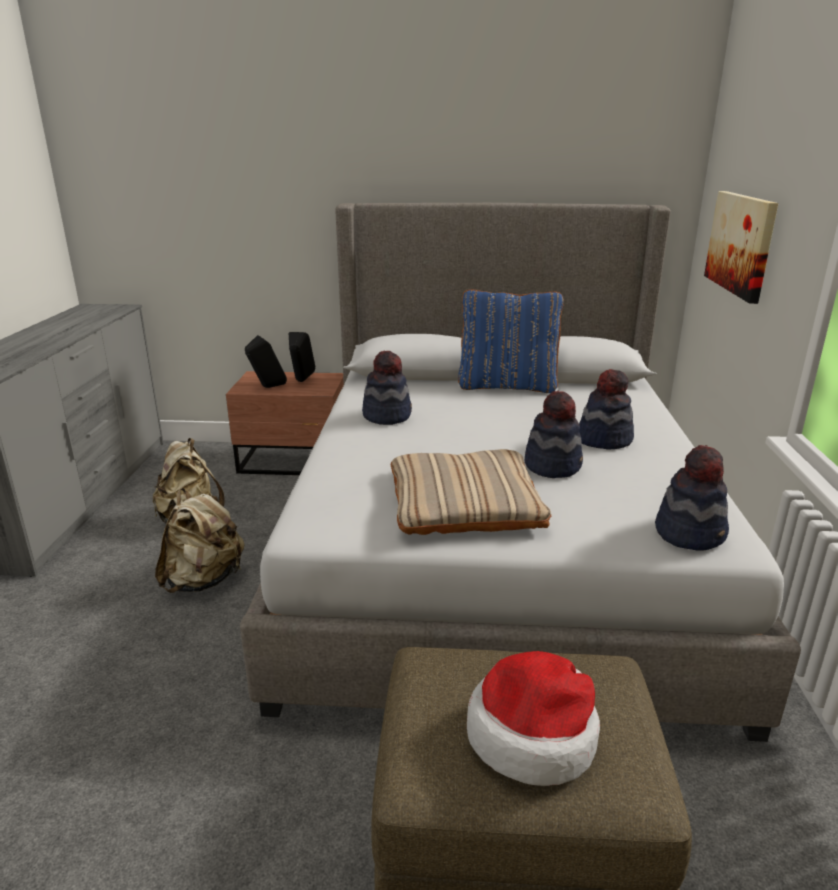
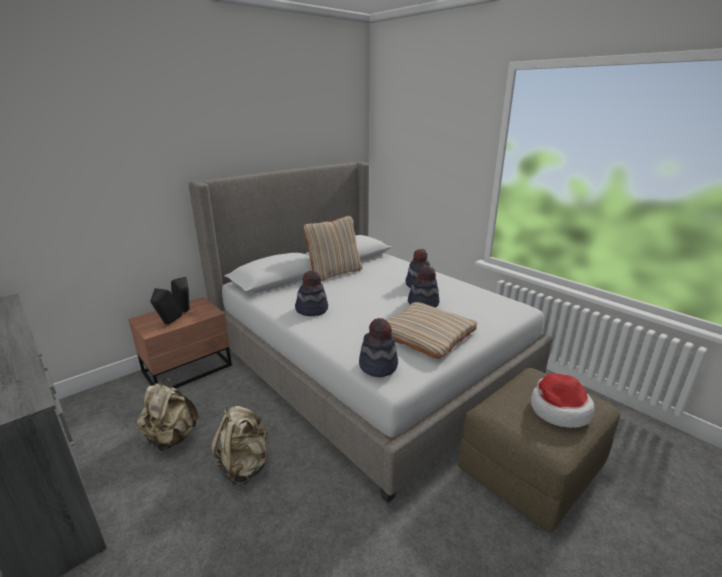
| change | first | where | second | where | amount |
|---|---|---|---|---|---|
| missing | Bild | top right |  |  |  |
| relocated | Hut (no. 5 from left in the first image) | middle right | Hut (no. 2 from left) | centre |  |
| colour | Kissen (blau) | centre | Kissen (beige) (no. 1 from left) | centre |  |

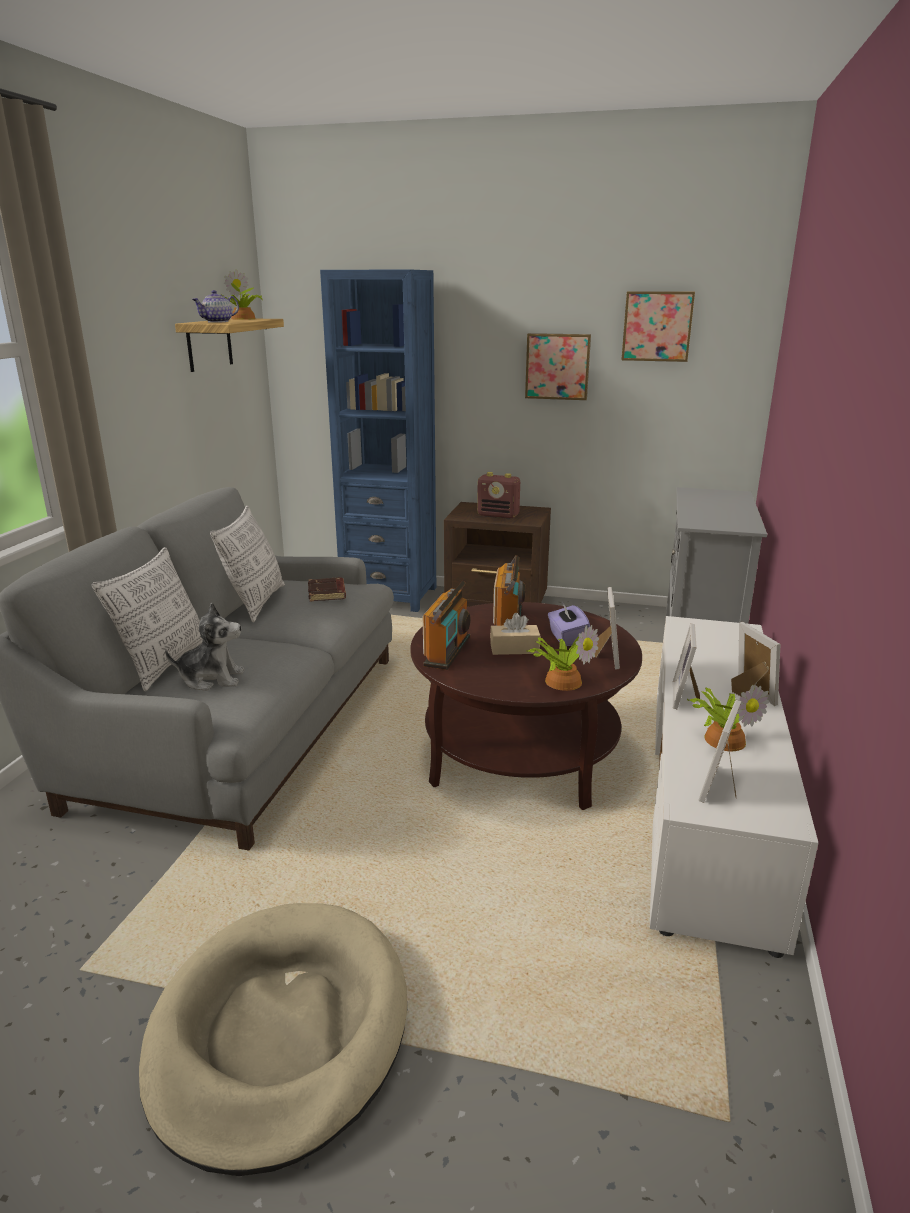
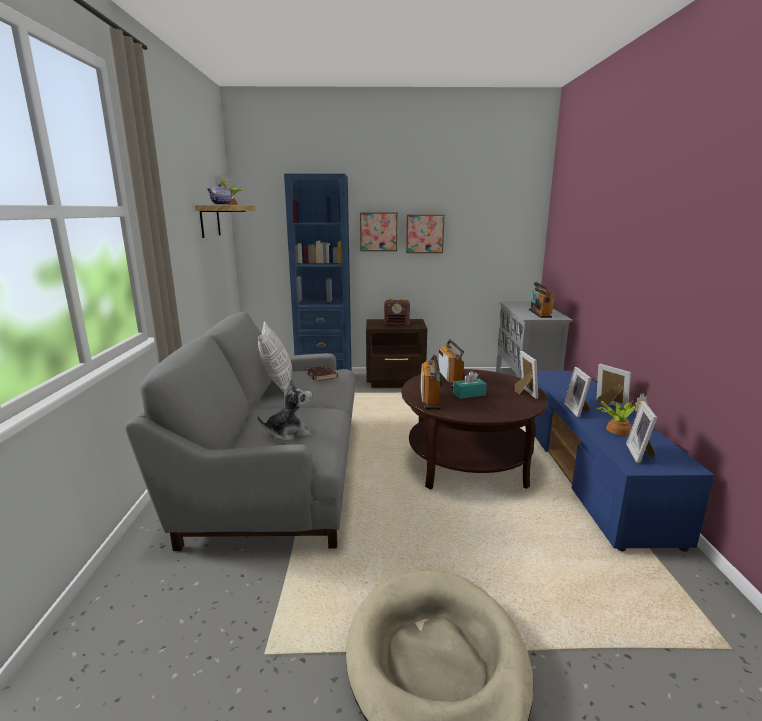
| change | first | where | second | where | amount |
|---|---|---|---|---|---|
| missing | Kissen (no. 1 from left) | middle left |  |  |  |
| missing | Topfpflanze (no. 2 from left) | centre |  |  |  |
| missing | Taschentuchbox (lila) | centre |  |  |  |
| appeared |  |  | Radio (no. 4 from left) | middle right |  |
| relocated | Bild (no. 2 from left in the first image) | top right | Bild (no. 1 from left) | top centre |  |
| colour | Taschentuchbox (beige) | centre | Taschentuchbox (türkis) | centre |  |
| colour | Fernsehschrank (weiß) | middle right | Fernsehschrank (blau) | middle right |  |

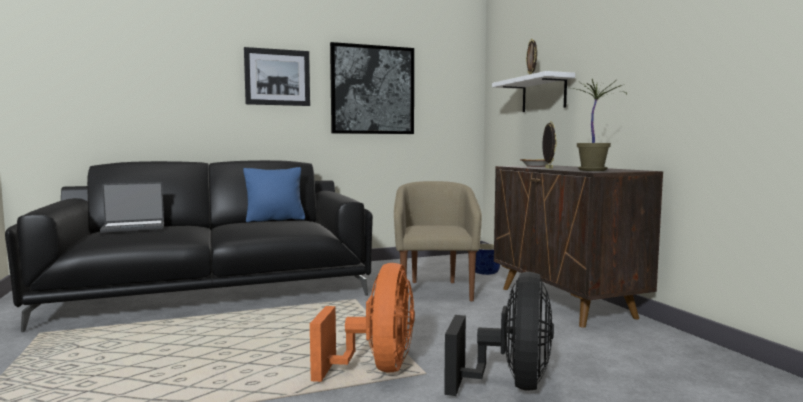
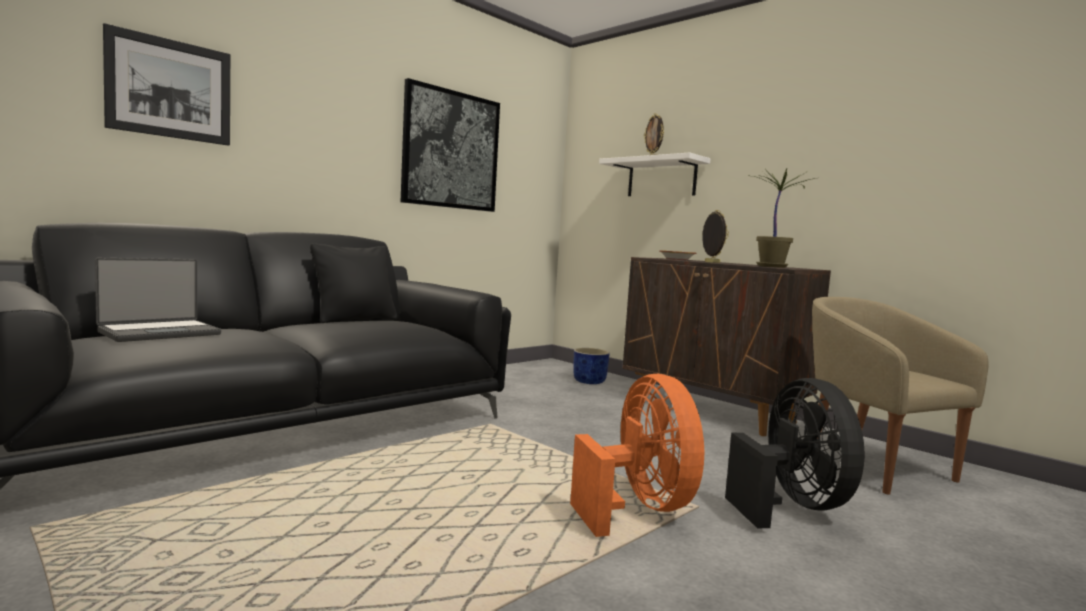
| change | first | where | second | where | amount |
|---|---|---|---|---|---|
| relocated | Bild (no. 1 from left) | top centre |  | top left |  |
| relocated | Sessel (beige) | centre |  | middle right |  |
| colour | Kissen (blau) | centre | Kissen (schwarz) | middle left |  |

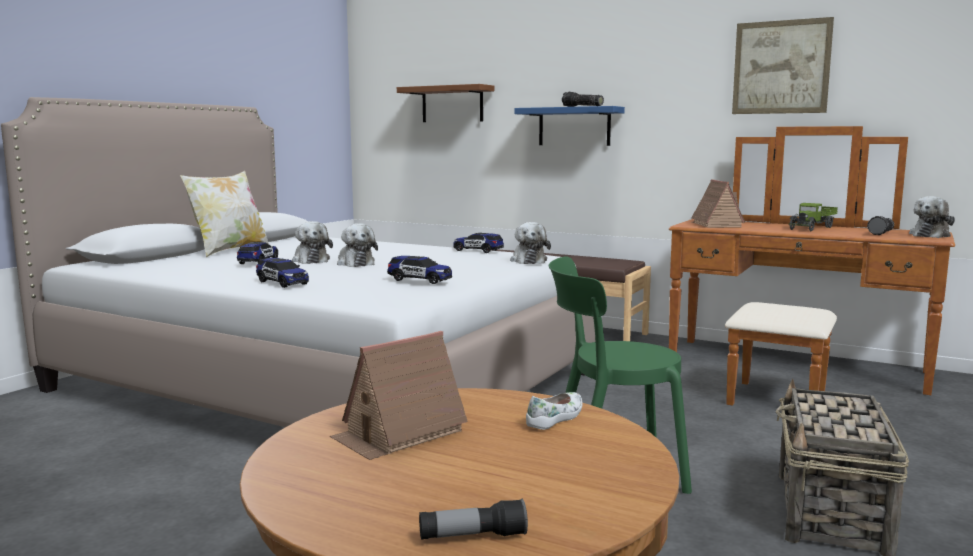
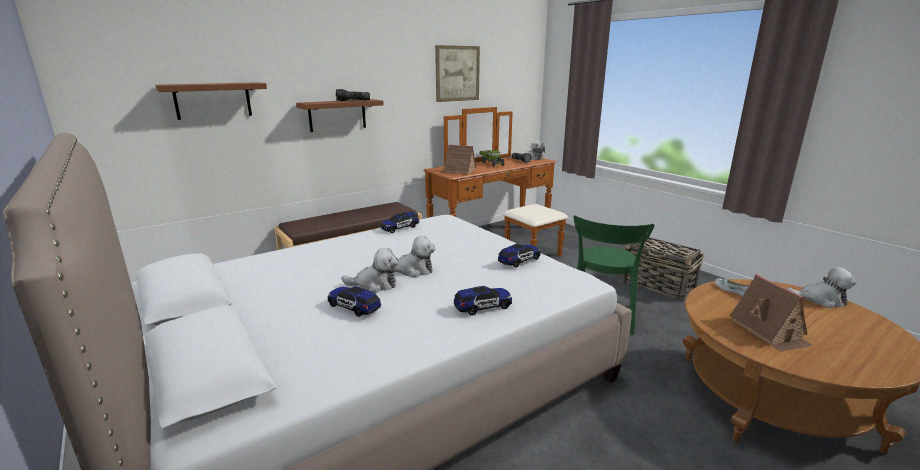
| change | first | where | second | where | amount |
|---|---|---|---|---|---|
| missing | Kissen | middle left |  |  |  |
| missing | Taschenlampe (no. 1 from left) | bottom centre |  |  |  |
| relocated | Plüschtier (no. 3 from left in the first image) | centre | Plüschtier (no. 4 from left) | middle right |  |
| colour | Wandregal (blau) | top centre | Wandregal (braun) (no. 2 from left) | top centre |  |

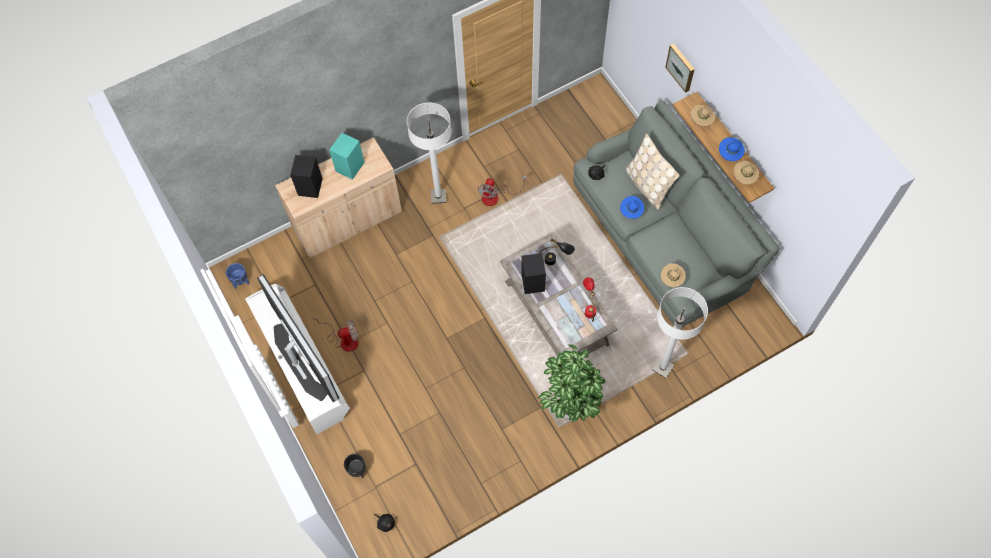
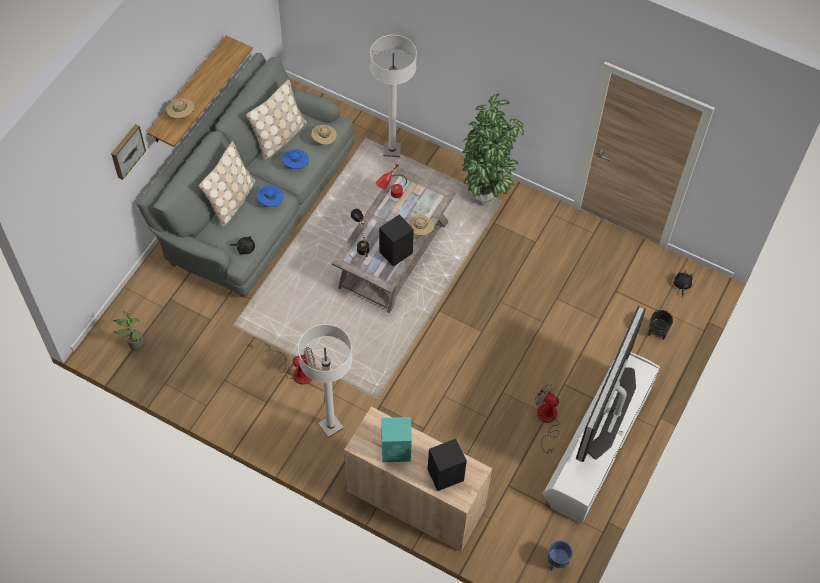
| change | first | where | second | where | amount |
|---|---|---|---|---|---|
| appeared |  |  | Topfpflanze (no. 1 from left) | middle left |  |
| appeared |  |  | Kissen (beige) (no. 2 from left) | top centre |  |
| relocated | Hut (blau) (no. 2 from left) | top right |  | top centre |  |
| relocated | Hut (beige) (no. 3 from left) | top right |  | centre |  |

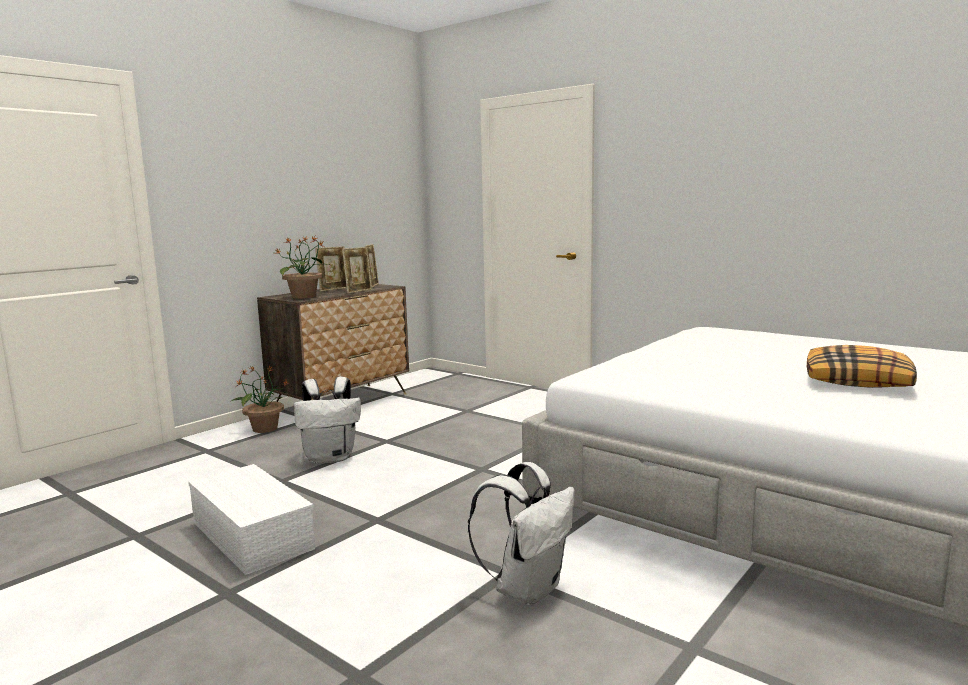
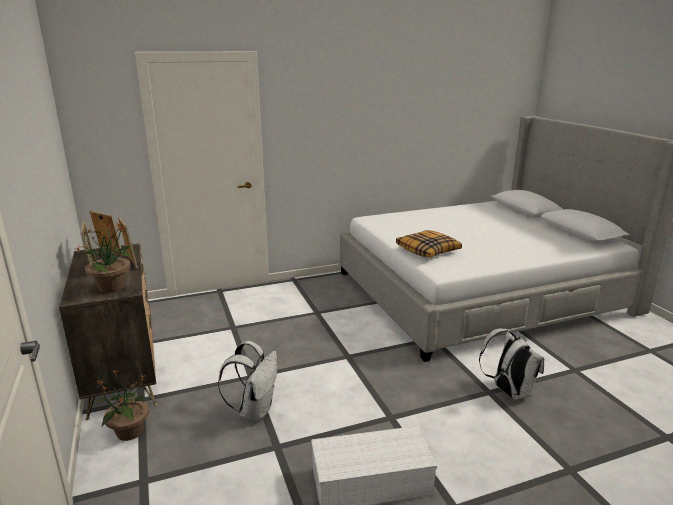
| change | first | where | second | where | amount |
|---|---|---|---|---|---|
| relocated | Kissen | middle right |  | centre |  |

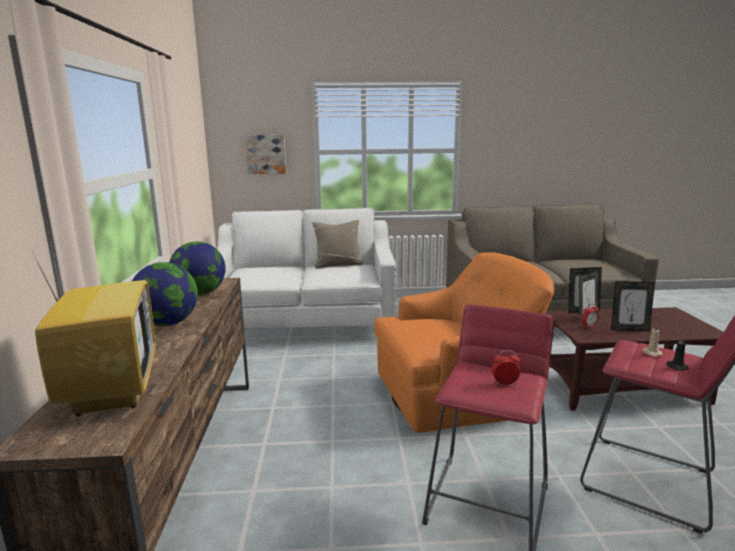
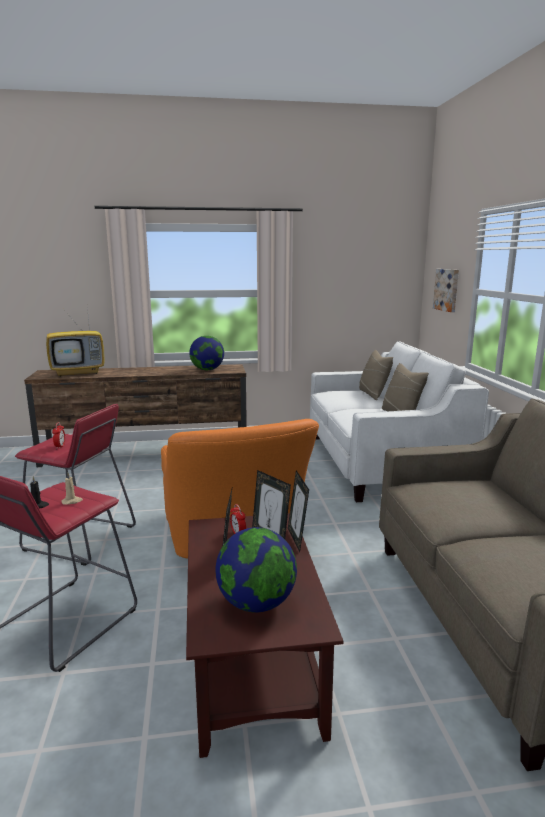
| change | first | where | second | where | amount |
|---|---|---|---|---|---|
| appeared |  |  | Kissen (beige) (no. 1 from left) | middle right |  |
| relocated | Globus (no. 1 from left in the first image) | middle left | Globus (no. 2 from left) | bottom centre |  |

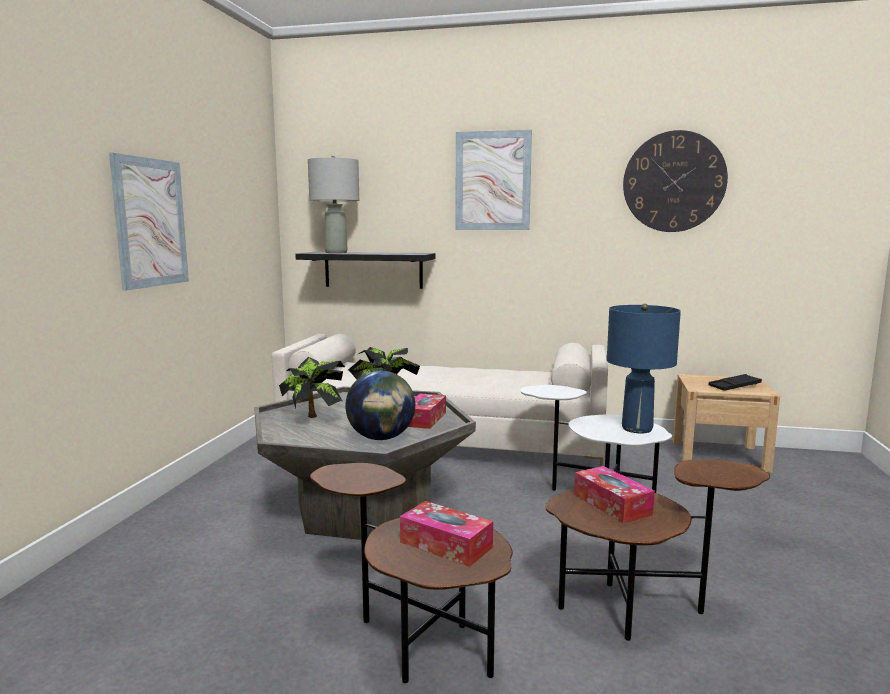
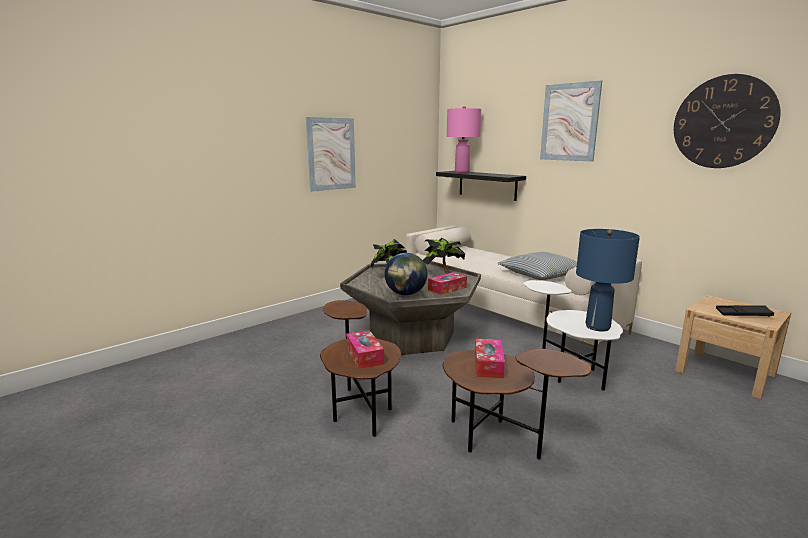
| change | first | where | second | where | amount |
|---|---|---|---|---|---|
| appeared |  |  | Kissen | centre |  |
| colour | Tischlampe (grau) | top centre | Tischlampe (rosa) | top centre |  |

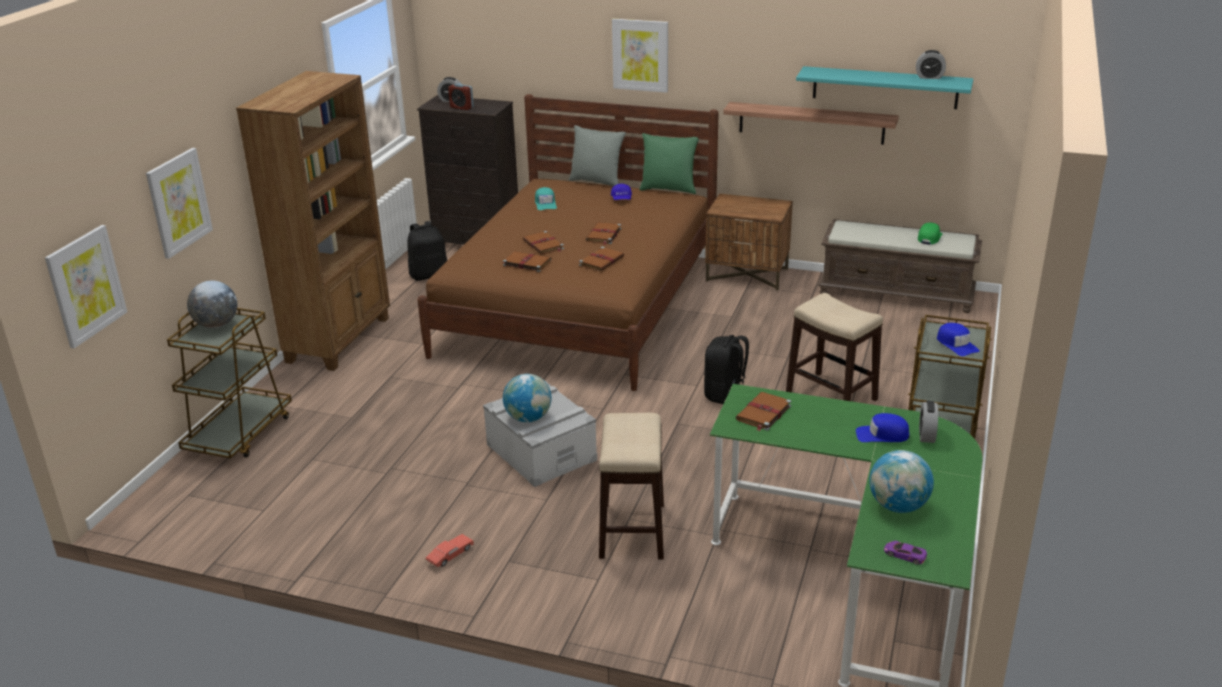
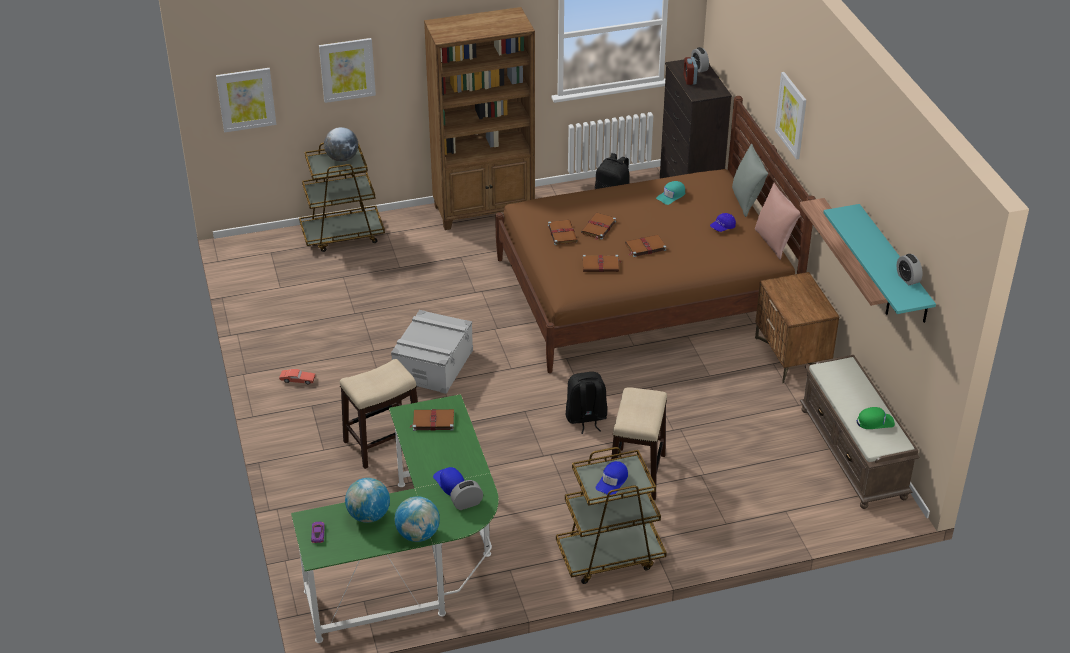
| change | first | where | second | where | amount |
|---|---|---|---|---|---|
| relocated | Globus (no. 2 from left in the first image) | centre | Globus (no. 3 from left) | bottom centre |  |
| colour | Kissen (grün) | top centre | Kissen (rosa) | middle right |  |

